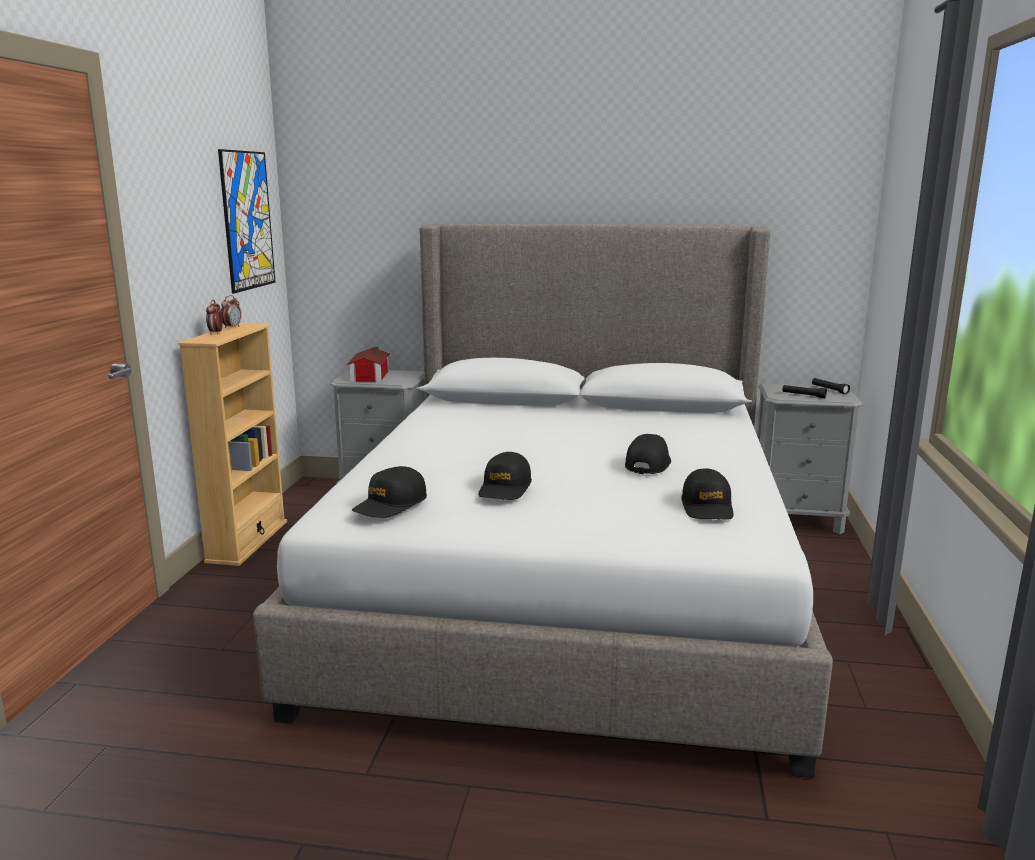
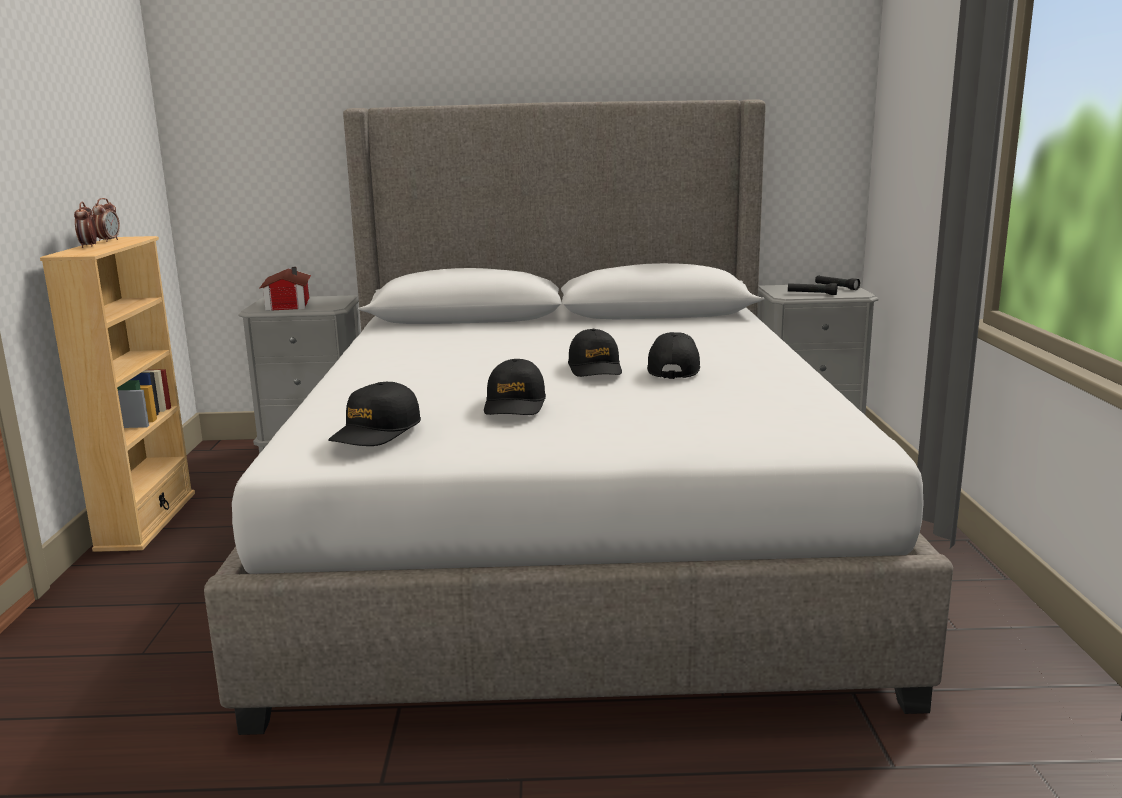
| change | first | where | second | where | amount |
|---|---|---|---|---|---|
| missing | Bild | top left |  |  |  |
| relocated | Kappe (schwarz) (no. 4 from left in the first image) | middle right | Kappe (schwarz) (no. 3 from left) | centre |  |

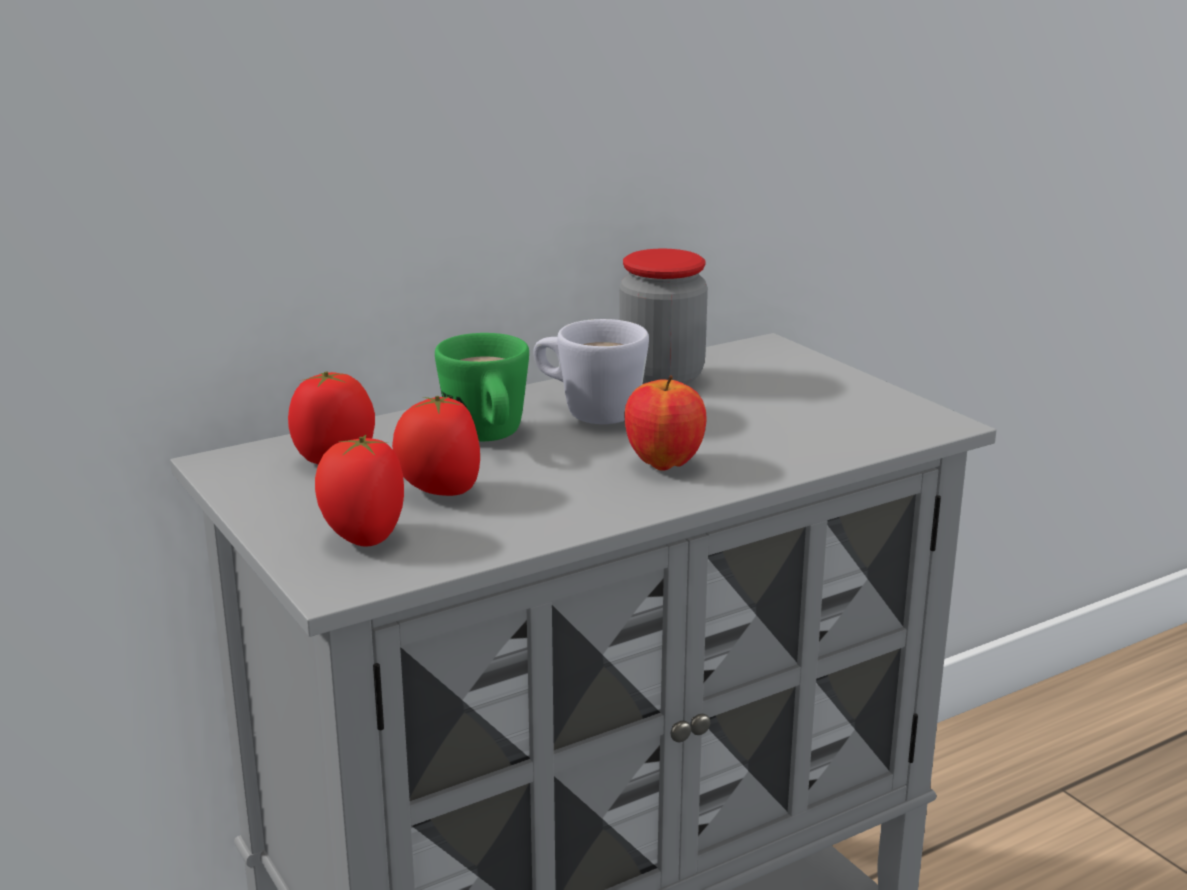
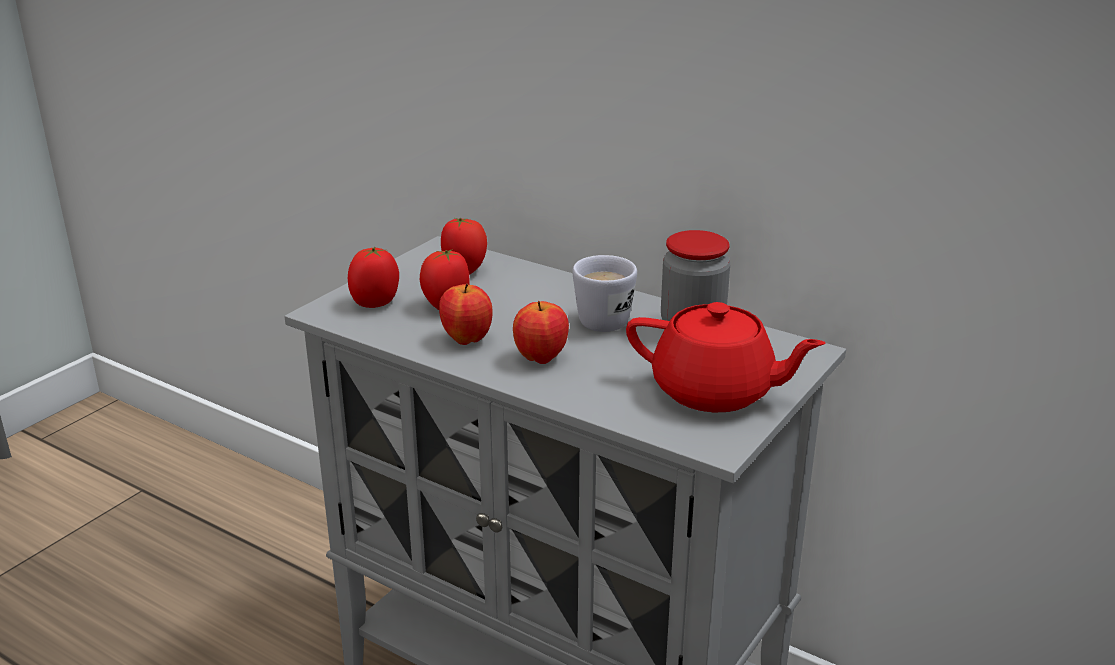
| change | first | where | second | where | amount |
|---|---|---|---|---|---|
| missing | Henkelbecher (grün) | centre |  |  |  |
| appeared |  |  | Apfel (no. 1 from left) | centre |  |
| appeared |  |  | Teekanne (rot) | centre |  |

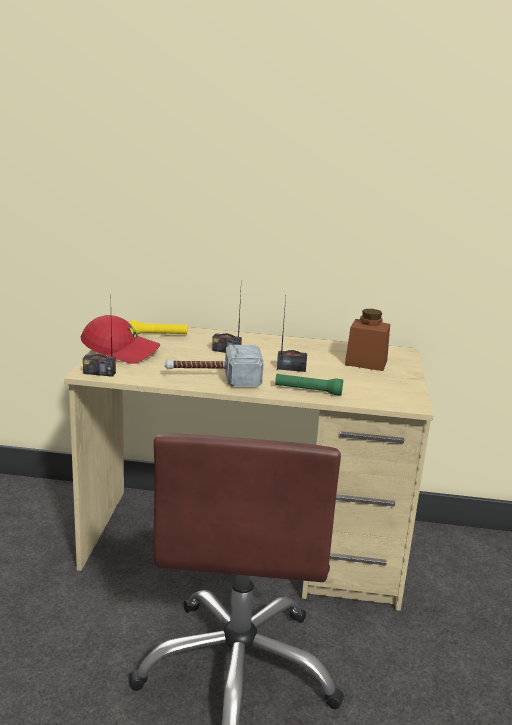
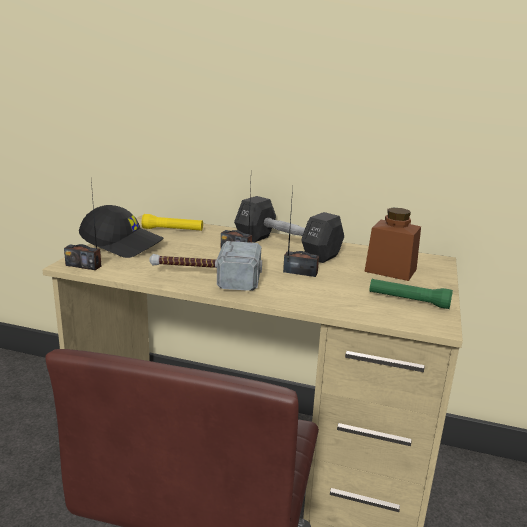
| change | first | where | second | where | amount |
|---|---|---|---|---|---|
| appeared |  |  | Hantel (schwarz) | centre |  |
| relocated | Taschenlampe (grün) | centre |  | middle right |  |
| colour | Kappe (rot) | middle left | Kappe (schwarz) | middle left |  |

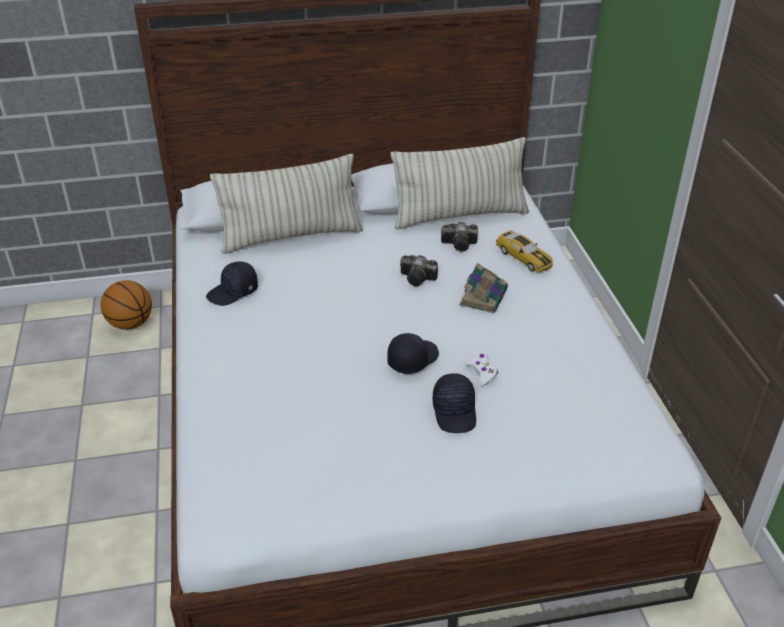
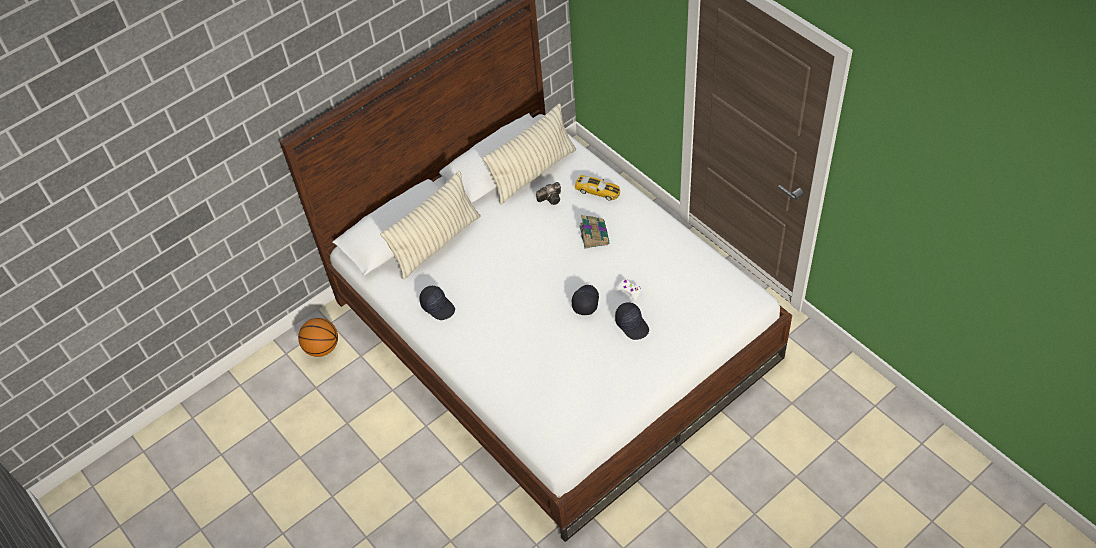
| change | first | where | second | where | amount |
|---|---|---|---|---|---|
| missing | Kamera (no. 1 from left) | centre |  |  |  |
| spun | Kappe (schwarz) (no. 1 from left) | middle left |  | centre | 75 degrees counterclockwise |

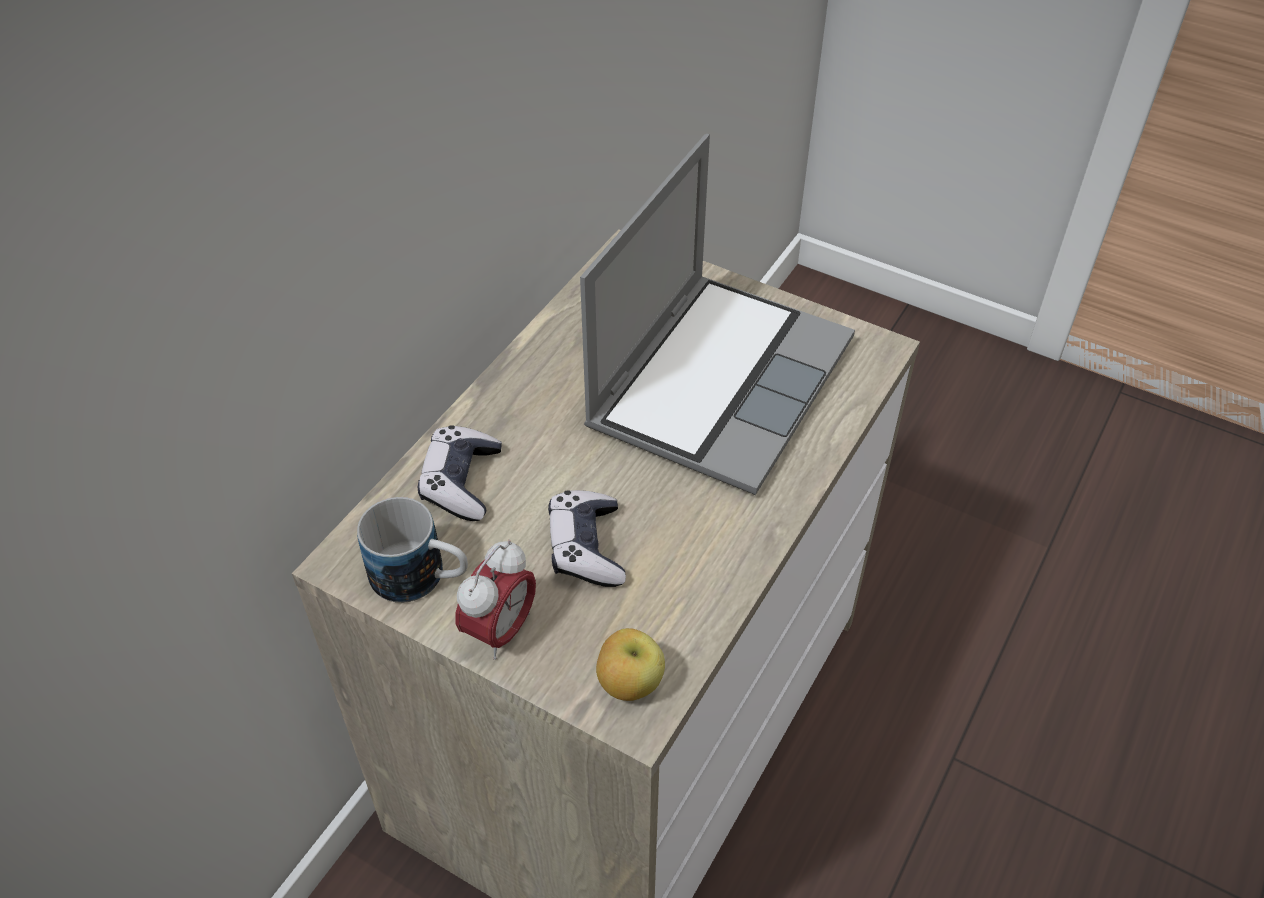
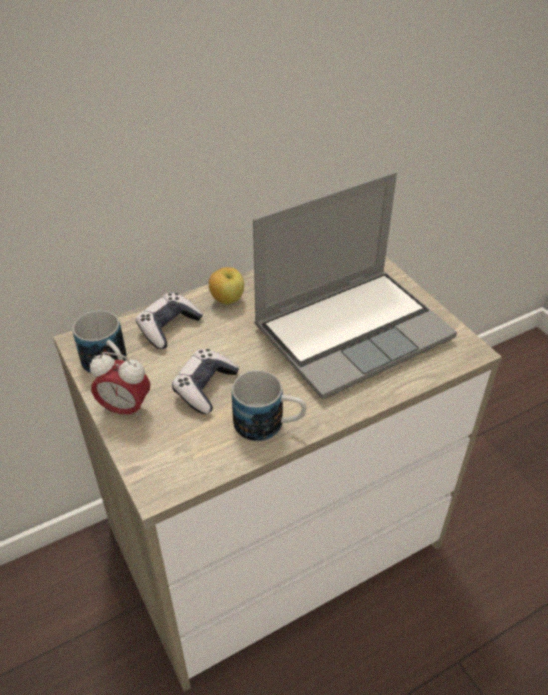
| change | first | where | second | where | amount |
|---|---|---|---|---|---|
| appeared |  |  | Henkelbecher (no. 2 from left) | centre |  |
| relocated | Apfel | bottom centre |  | centre |  |
| spun | Wecker | bottom centre |  | middle left | 45 degrees clockwise |

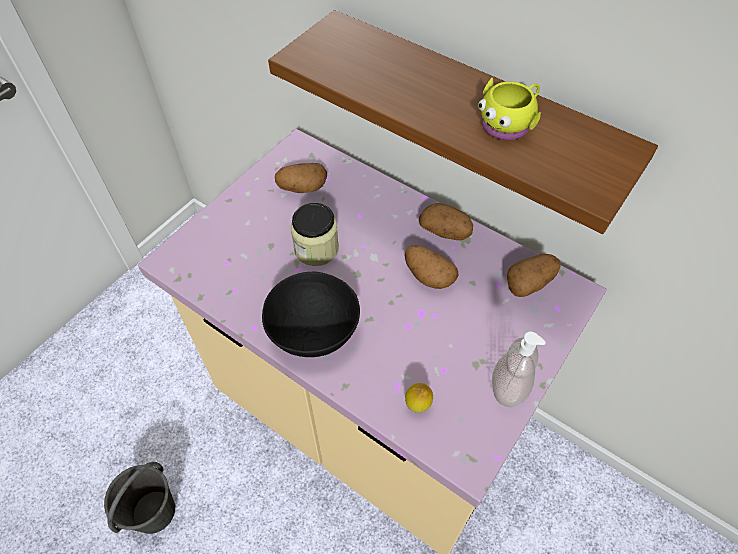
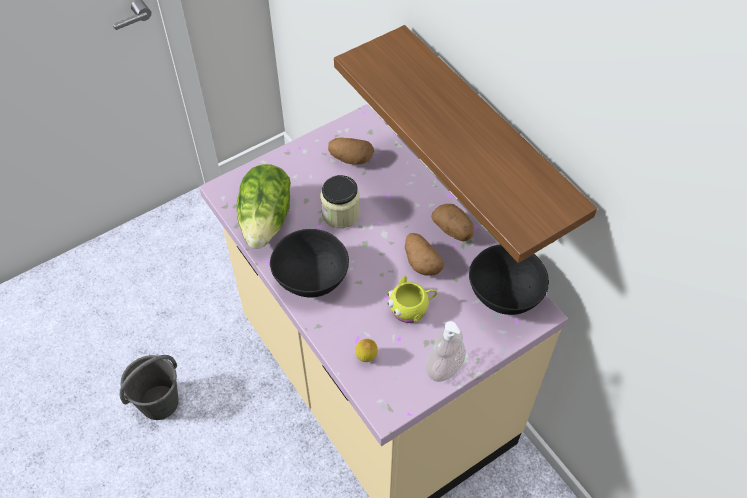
| change | first | where | second | where | amount |
|---|---|---|---|---|---|
| appeared |  |  | Salatkopf | centre |  |
| relocated | Henkelbecher (gelb) | top right |  | centre |  |
| exchanged | Kartoffel (no. 4 from left) | middle right | Schüssel (schwarz) (no. 2 from left) | middle right |  |

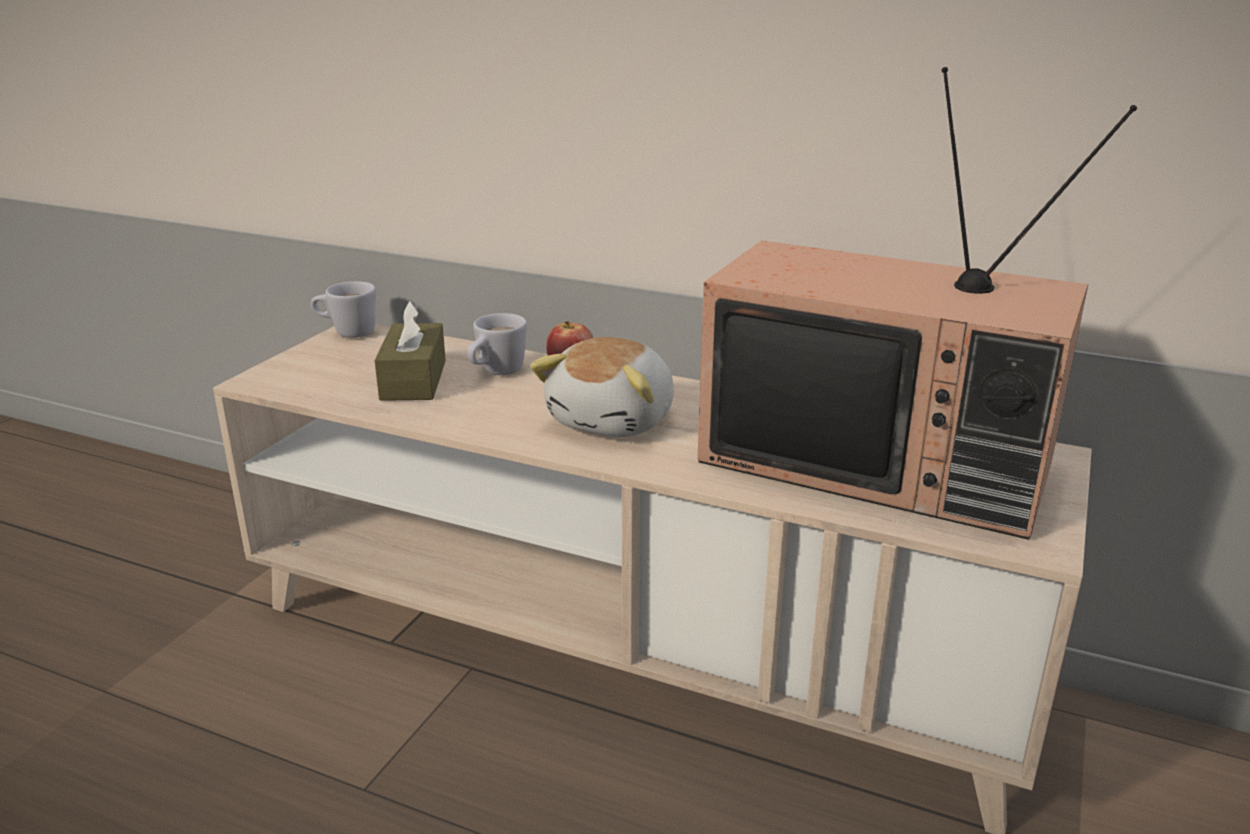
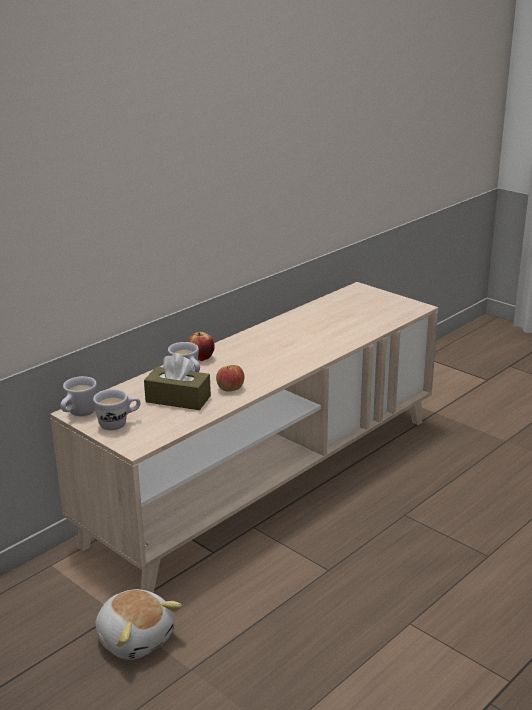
| change | first | where | second | where | amount |
|---|---|---|---|---|---|
| missing | Fernseher | middle right |  |  |  |
| appeared |  |  | Henkelbecher (weiß) (no. 2 from left) | middle left |  |
| appeared |  |  | Apfel (no. 2 from left) | centre |  |
| relocated | Plüschtier | centre |  | bottom left |  |

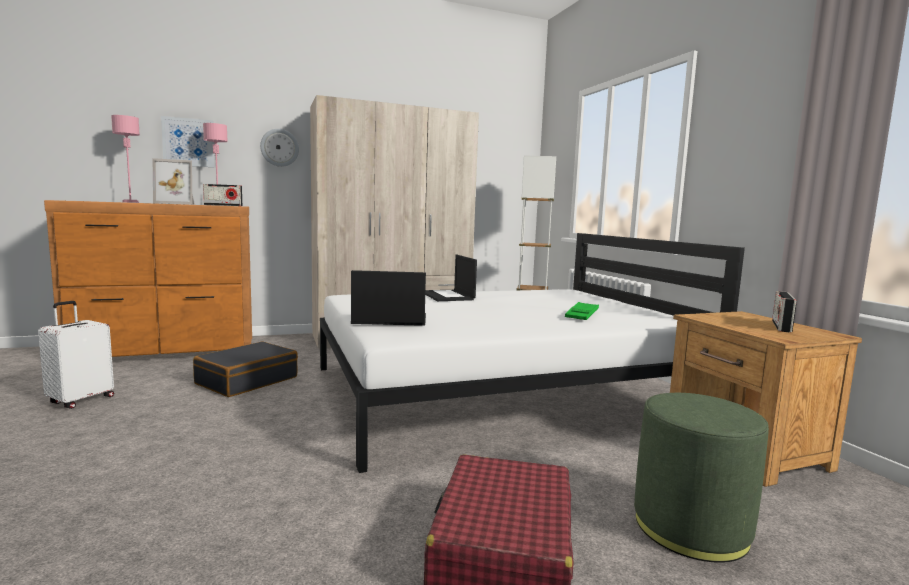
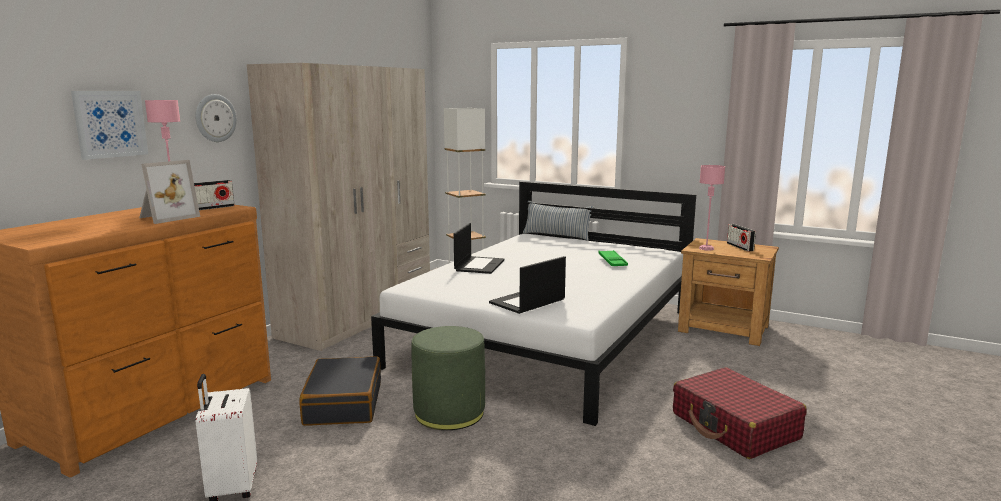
| change | first | where | second | where | amount |
|---|---|---|---|---|---|
| appeared |  |  | Kissen | centre |  |
| relocated | Tischlampe (rosa) (no. 1 from left in the first image) | top left | Tischlampe (rosa) (no. 2 from left) | middle right |  |
| relocated | Polsterhocker (grün) | bottom right |  | bottom centre |  |
| spun | Laptop (no. 2 from left in the first image) | centre | Laptop (no. 1 from left) | centre | 105 degrees counterclockwise |

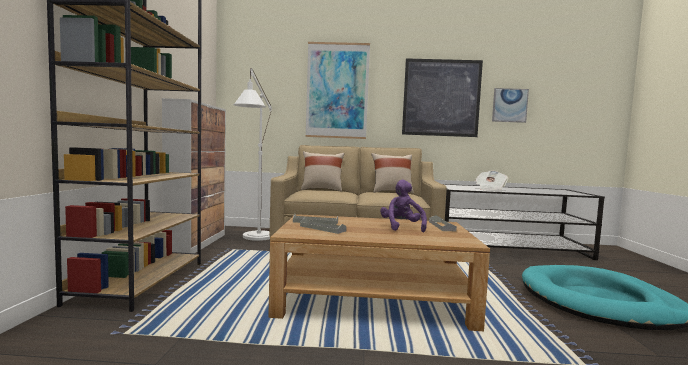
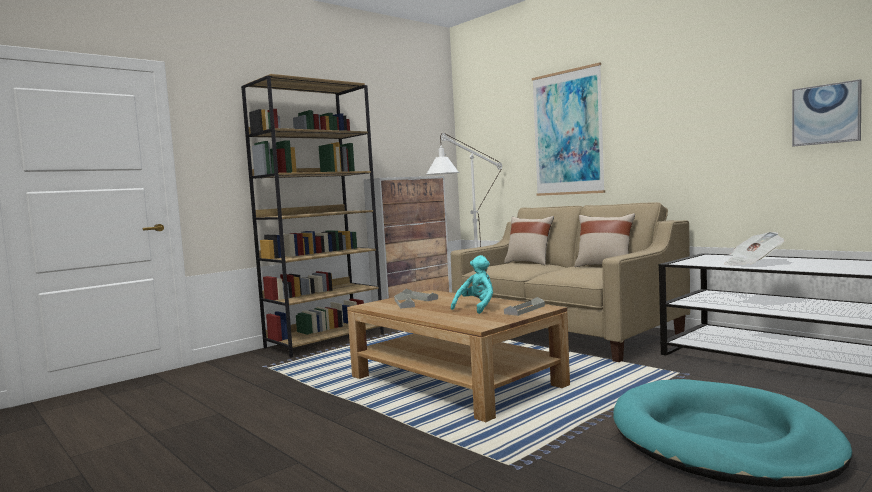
| change | first | where | second | where | amount |
|---|---|---|---|---|---|
| missing | Bild (no. 2 from left) | top centre |  |  |  |
| colour | Plüschtier (lila) | centre | Plüschtier (türkis) | centre |  |

